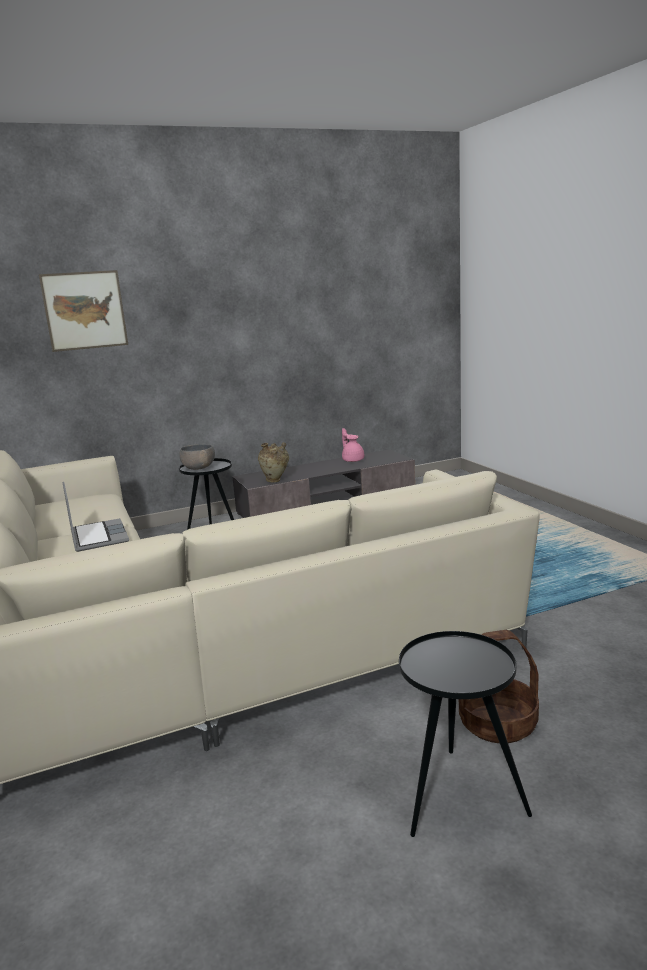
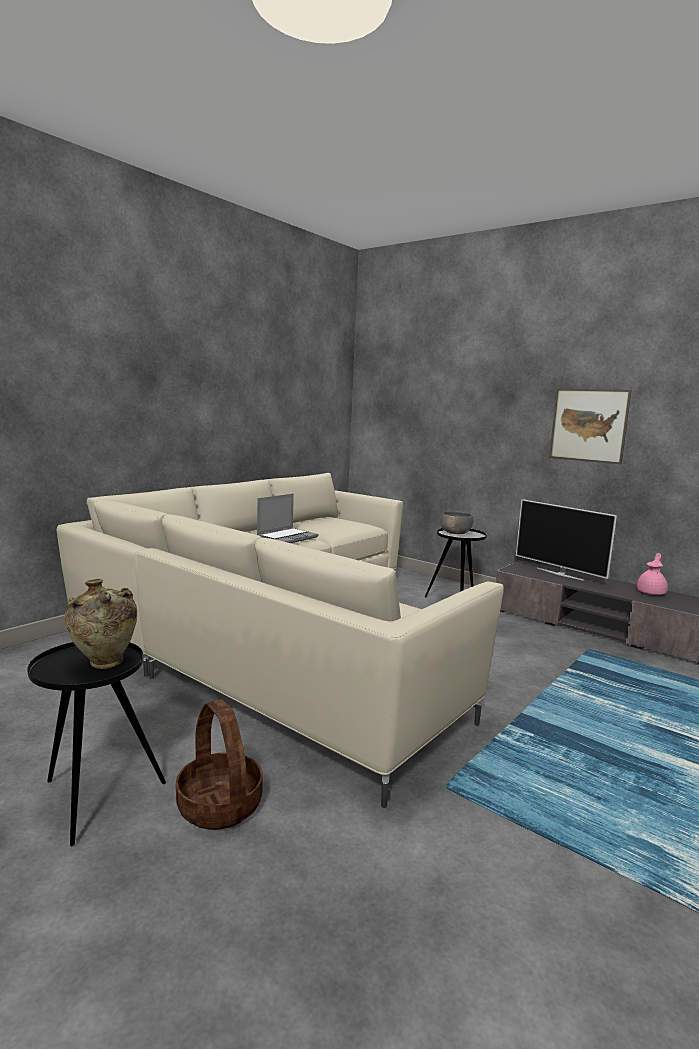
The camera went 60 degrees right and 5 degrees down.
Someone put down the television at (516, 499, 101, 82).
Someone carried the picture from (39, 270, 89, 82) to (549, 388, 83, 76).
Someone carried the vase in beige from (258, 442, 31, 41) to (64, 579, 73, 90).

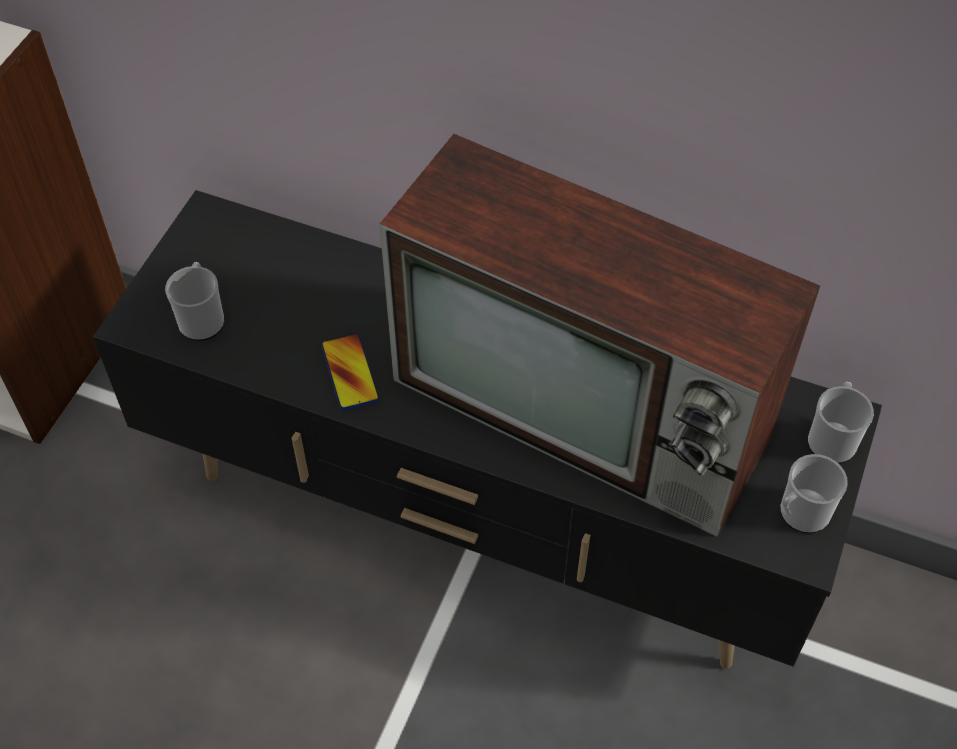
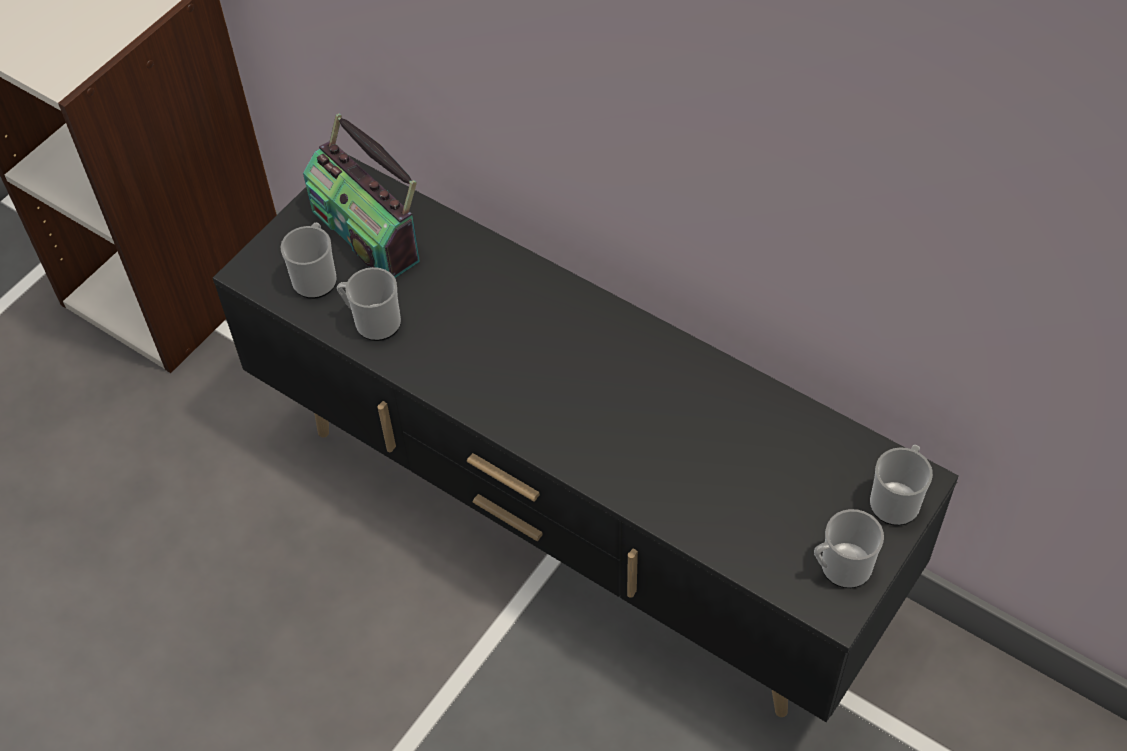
The camera went 15 degrees right and 0 degrees up.
Someone took away the phone at (321, 333, 59, 77).
Someone took away the television at (380, 134, 440, 403).
Someone put down the radio at (303, 113, 117, 165).
Someone put down the mug at (337, 267, 64, 74).

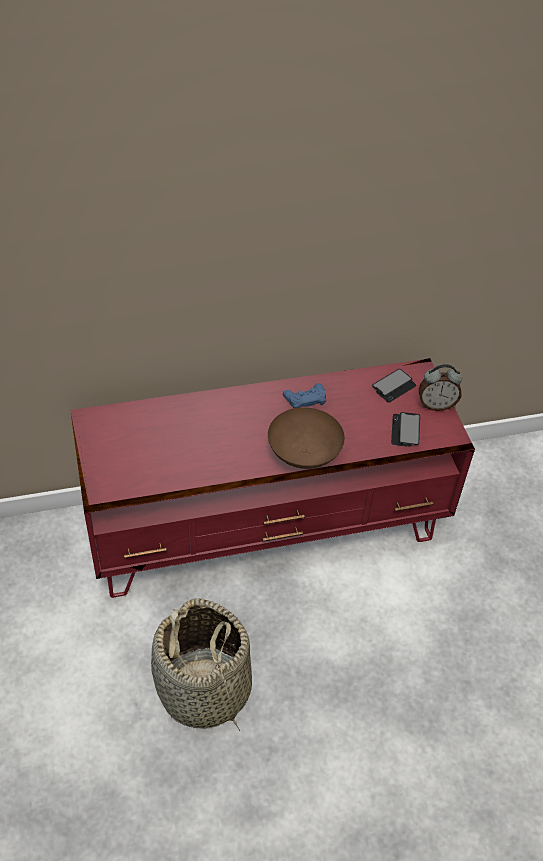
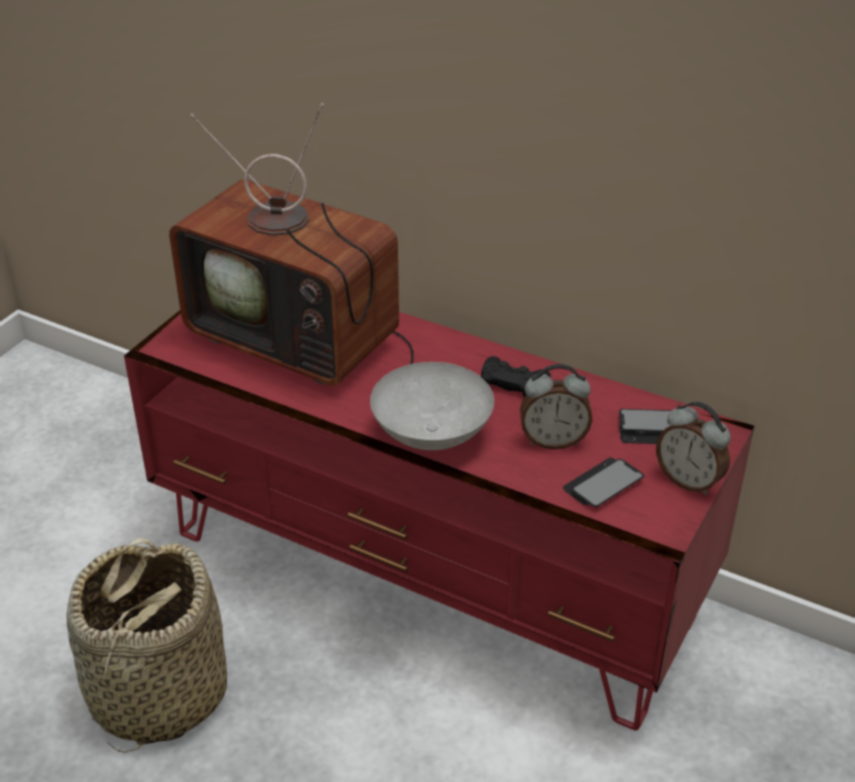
The camera went 45 degrees right and 10 degrees down.
Someone put down the television at (169, 103, 245, 283).
Someone put down the alarm clock at (520, 364, 72, 86).
Someone repainted the bowl in brown at (268, 407, 77, 62), which became the bowl in grey at (370, 362, 124, 88).
Someone repainted the game controller in blue at (283, 383, 43, 25), which became the game controller in black at (481, 356, 70, 41).

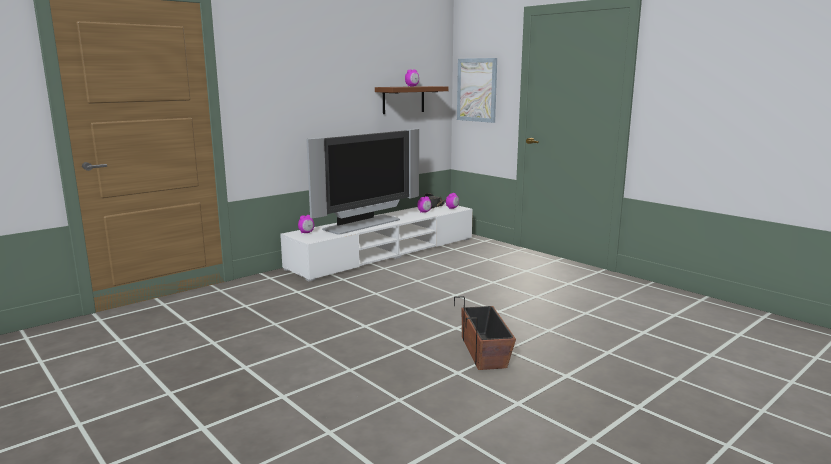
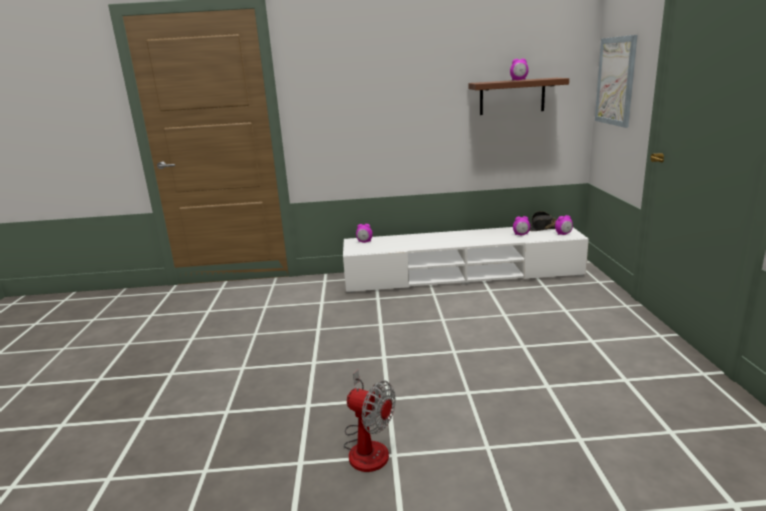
The camera went 40 degrees right and 5 degrees up.
Someone took away the television at (306, 129, 113, 106).
Someone swapped the planter at (454, 296, 62, 74) for the fan at (344, 369, 52, 103).

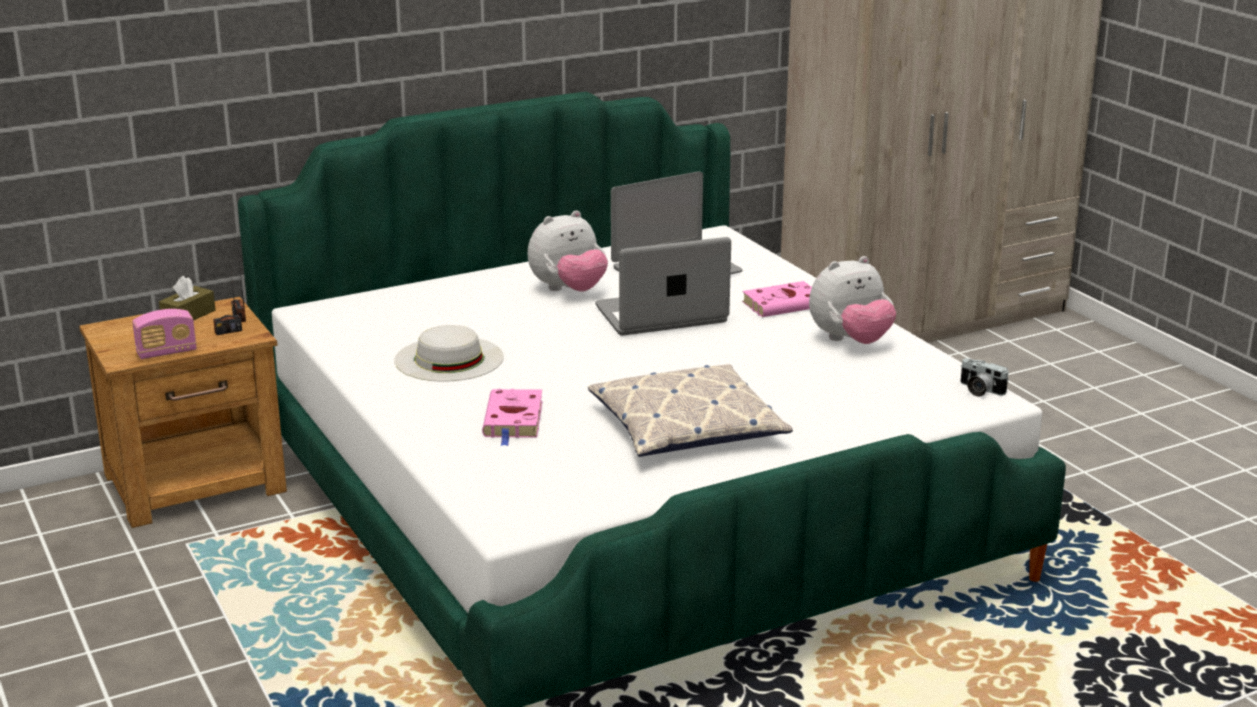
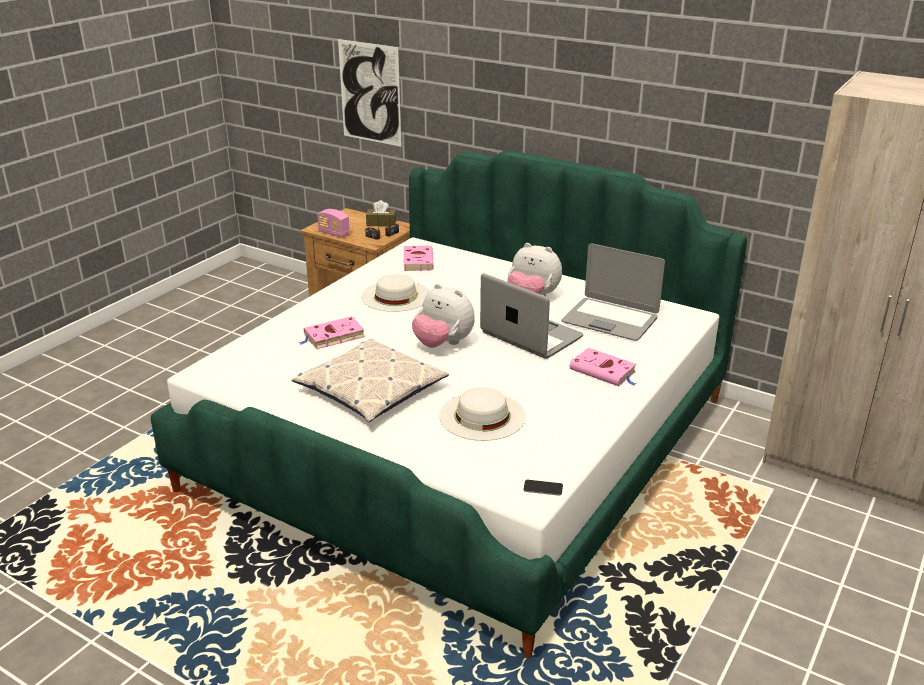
The camera went 60 degrees right and 5 degrees up.
Someone put up the picture at (338, 39, 64, 108).
Someone put down the book in pink at (403, 246, 31, 25).
Someone put down the hat in white at (439, 387, 87, 54).
Someone carried the plush toy from (809, 256, 87, 88) to (412, 284, 63, 64).
Someone swapped the photo camera at (961, 358, 48, 39) for the phone at (523, 480, 40, 16).

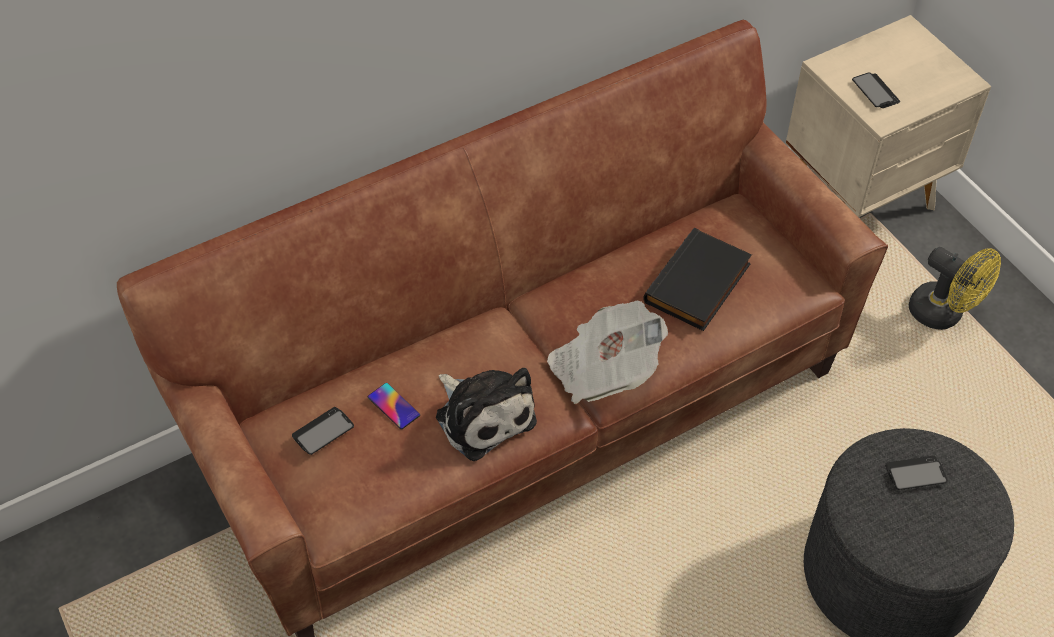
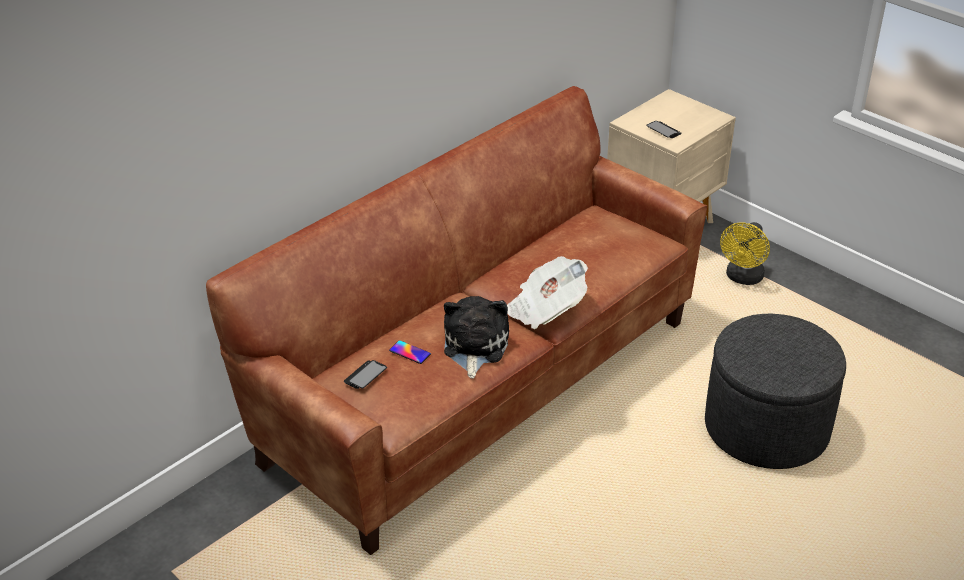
The camera went 15 degrees left and 15 degrees down.
Someone took away the book in black at (643, 227, 109, 104).
Someone took away the phone at (885, 456, 63, 34).
Someone rotated the plush toy at (436, 368, 101, 93) by 120 degrees counterclockwise.
Someone rotated the fan in yellow at (909, 247, 92, 83) by 90 degrees clockwise.

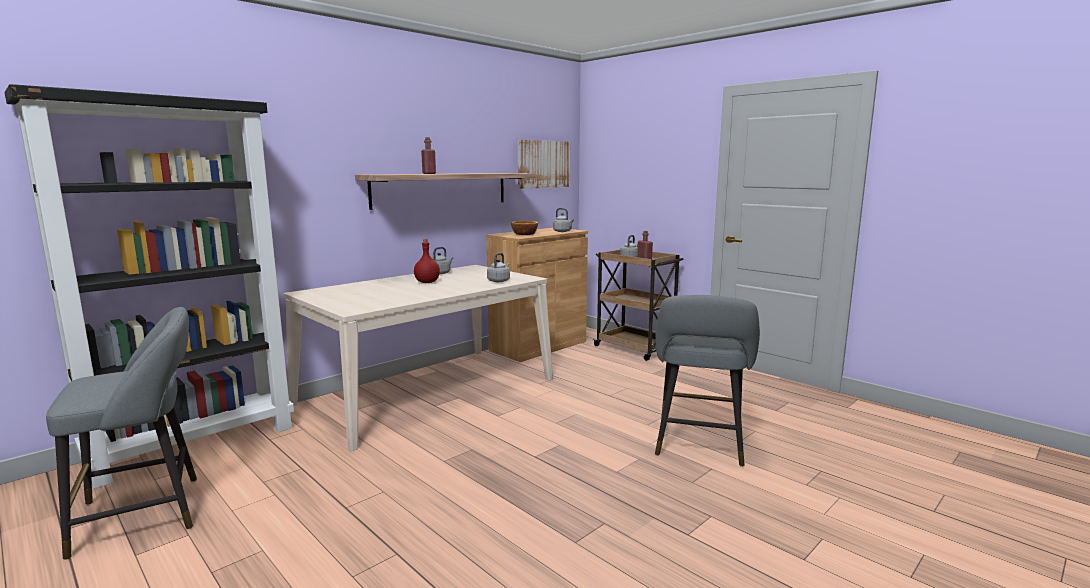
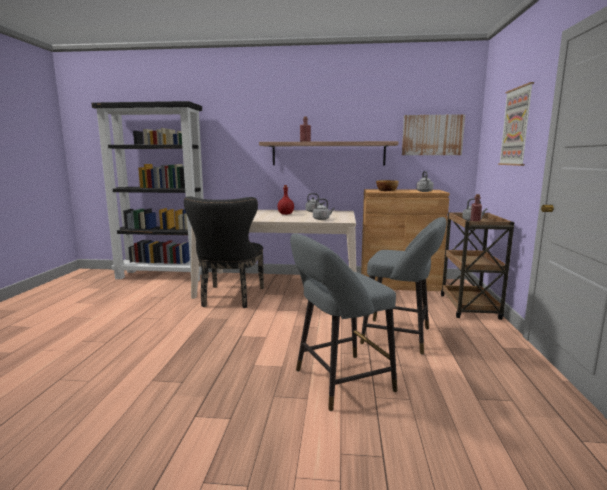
The camera went 50 degrees right and 0 degrees up.
Someone put down the chair in black at (184, 197, 80, 111).
Someone put up the picture at (498, 82, 36, 84).
Someone carried the stool in grey from (46, 307, 151, 253) to (360, 217, 87, 138).

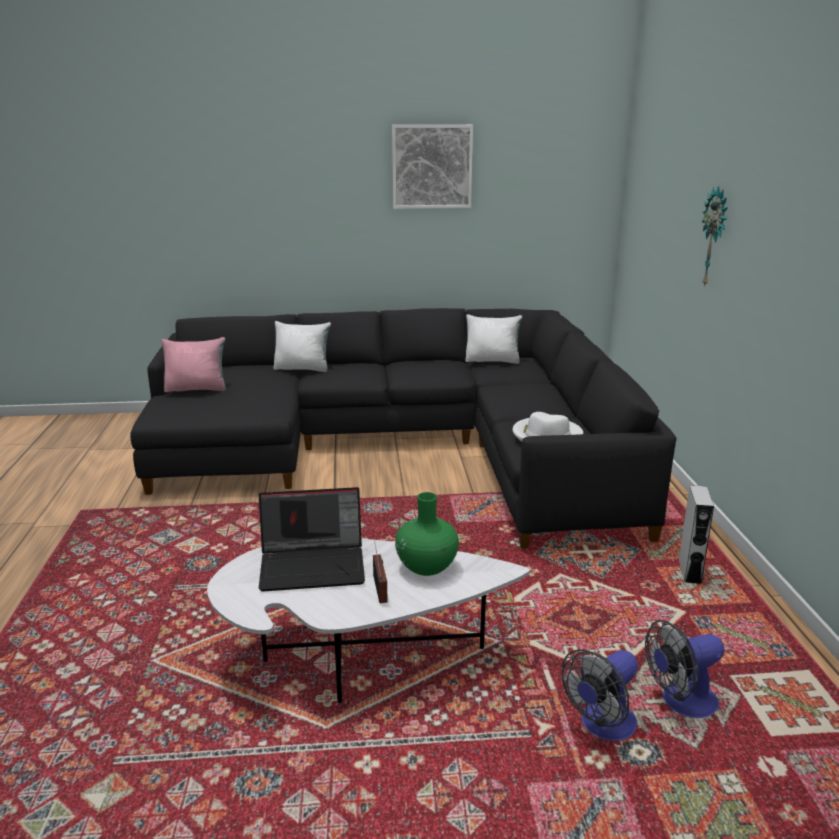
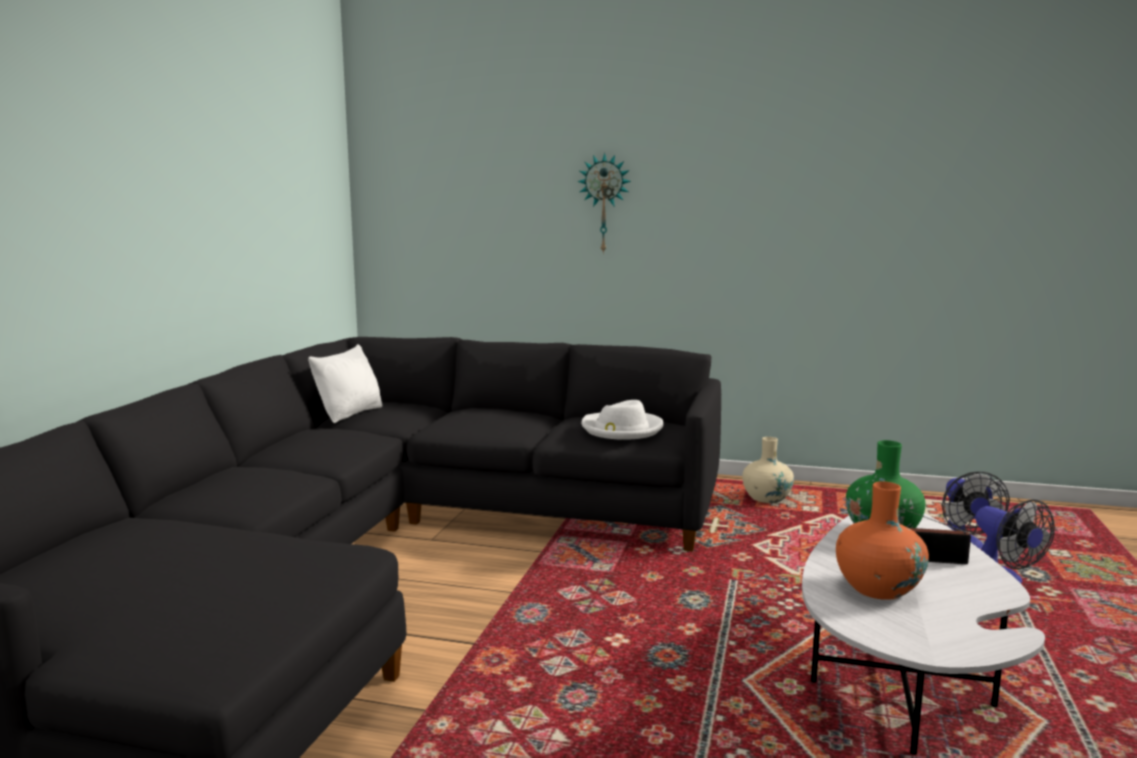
The camera went 70 degrees left and 10 degrees down.
Someone took away the pillow in pink at (161, 337, 65, 55).
Someone took away the pillow in white at (274, 321, 57, 51).
Someone took away the picture at (392, 125, 81, 84).
Someone swapped the laptop at (259, 487, 106, 104) for the vase in orange at (836, 481, 93, 119).
Someone swapped the speaker in grey at (679, 485, 35, 99) for the vase in beige at (742, 437, 52, 66).

